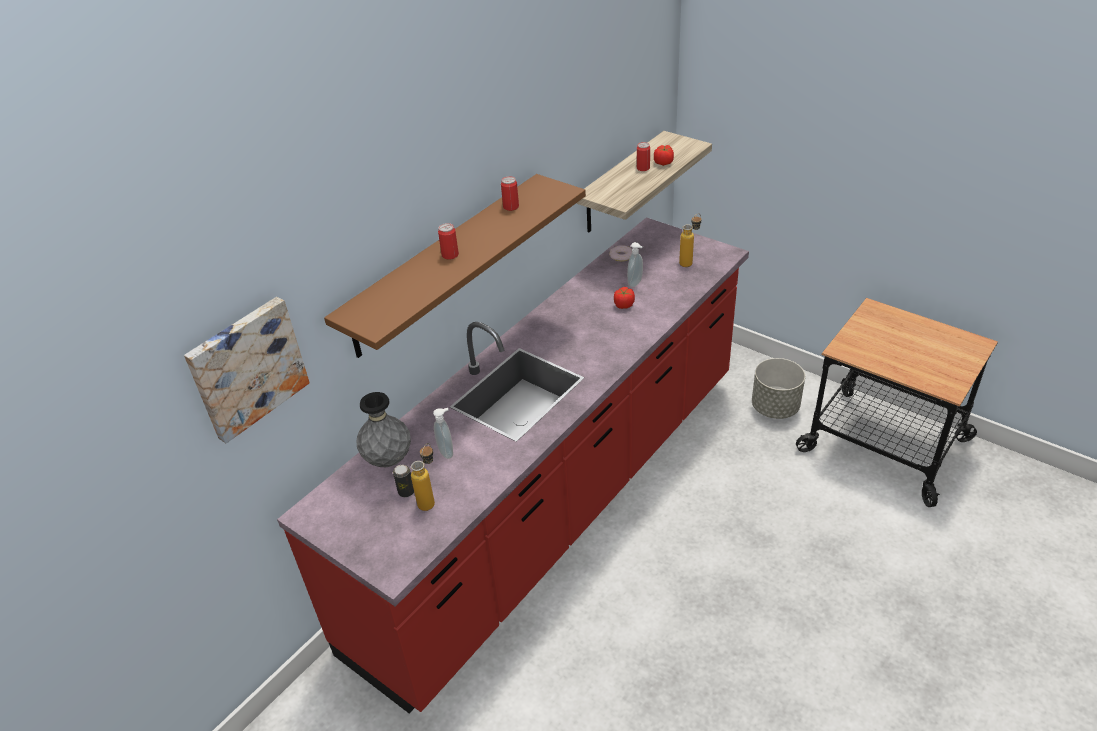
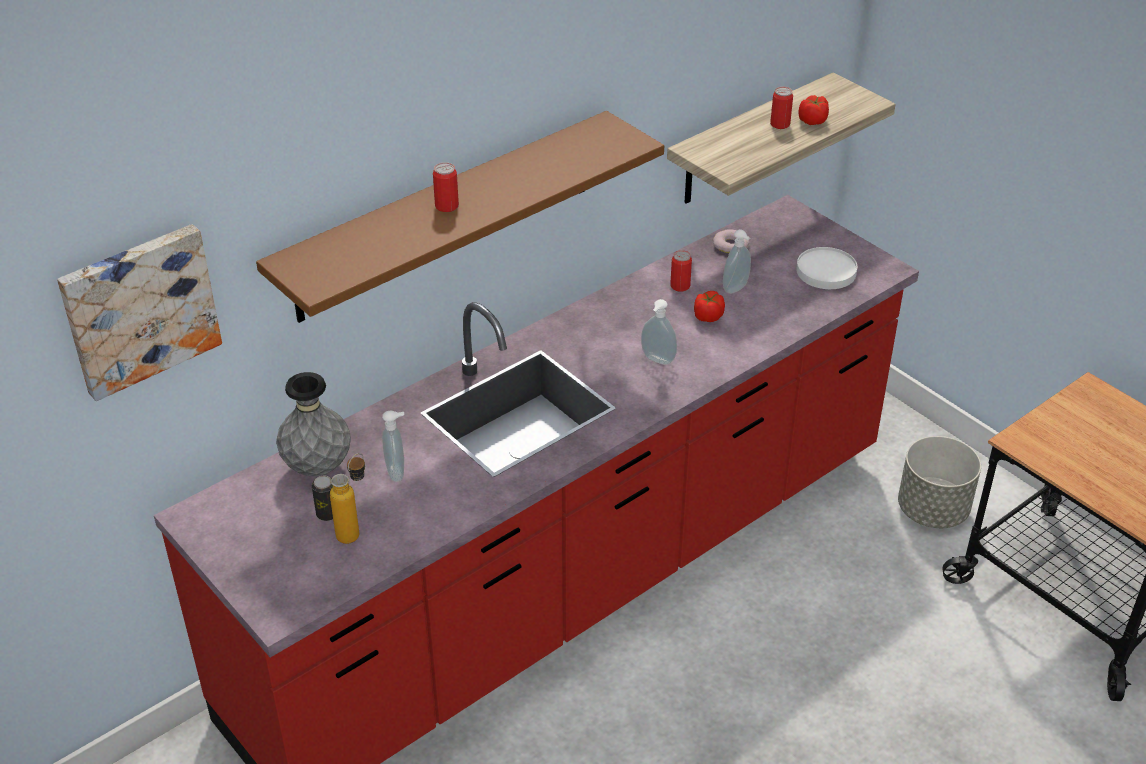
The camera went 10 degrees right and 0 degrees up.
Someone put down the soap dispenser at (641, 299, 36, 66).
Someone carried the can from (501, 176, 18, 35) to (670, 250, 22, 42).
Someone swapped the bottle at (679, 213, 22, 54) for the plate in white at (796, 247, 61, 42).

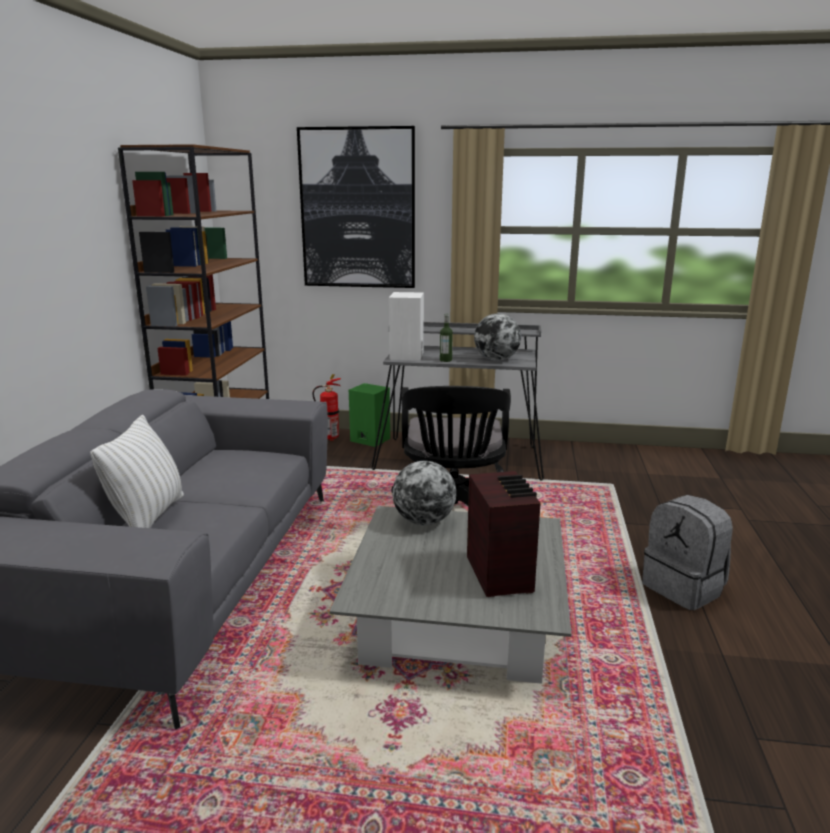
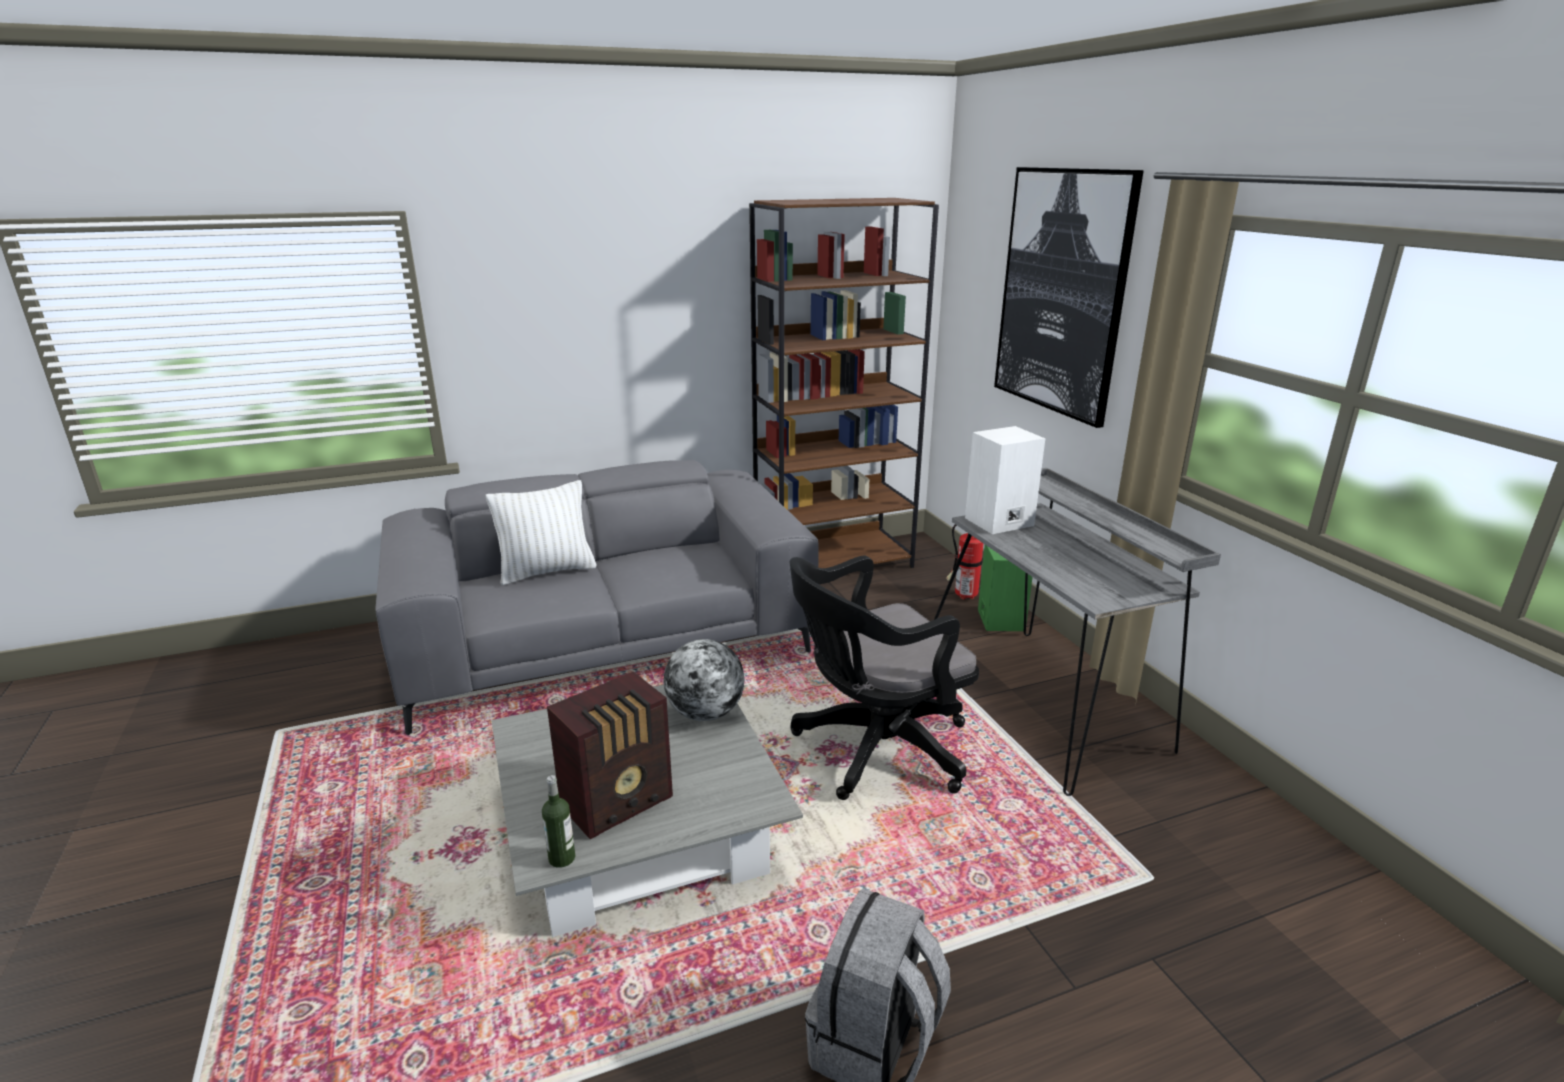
The camera went 60 degrees right and 5 degrees up.
Someone took away the globe at (474, 313, 47, 48).
Someone carried the bottle from (440, 314, 13, 48) to (542, 775, 33, 93).

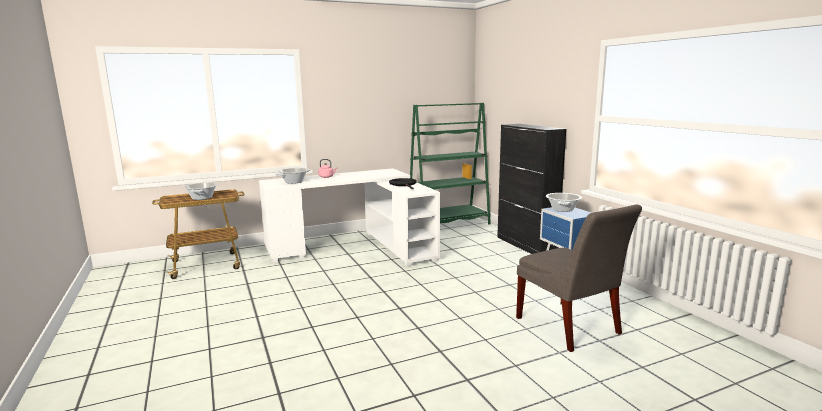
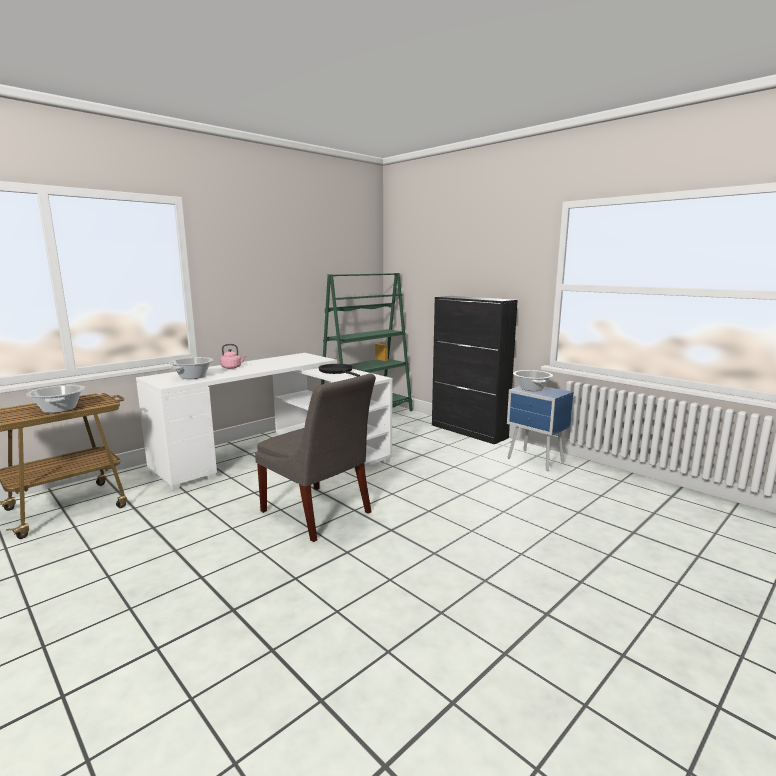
The camera went 20 degrees left and 0 degrees up.
Someone carried the chair in grey from (516, 204, 126, 148) to (255, 374, 121, 168).

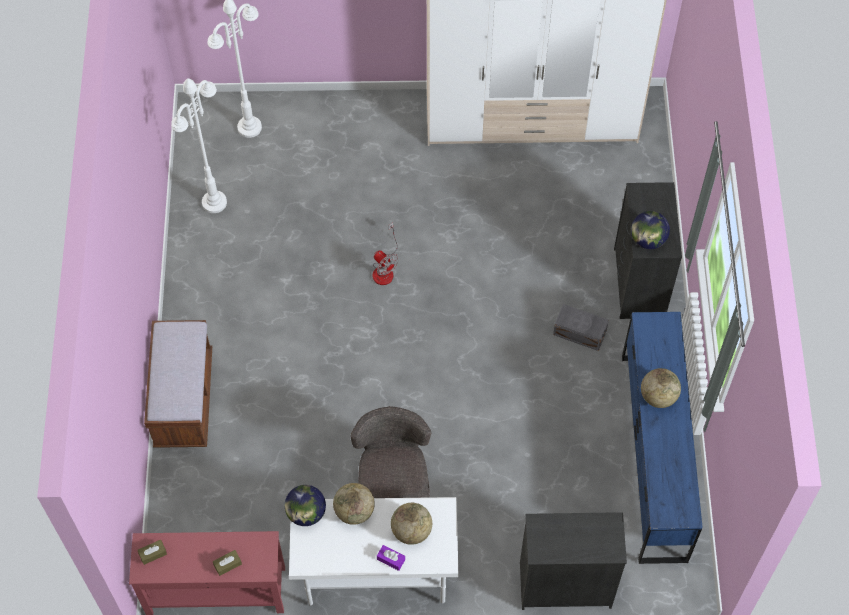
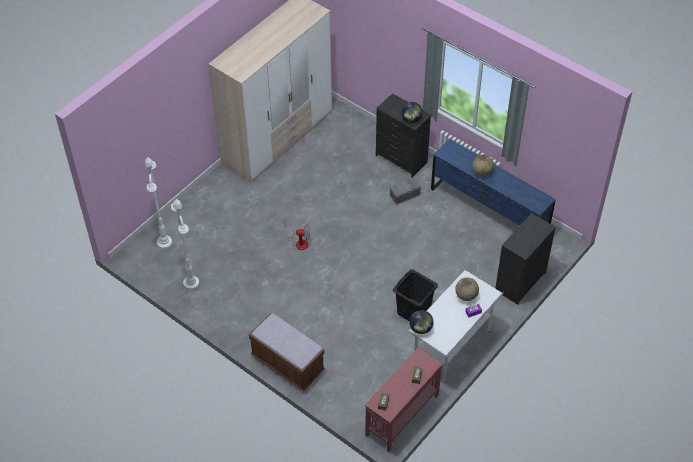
The camera went 50 degrees left and 10 degrees down.
Someone took away the globe at (333, 483, 42, 42).
Someone swapped the chair in grey at (350, 406, 81, 92) for the laundry basket in black at (393, 269, 45, 52).

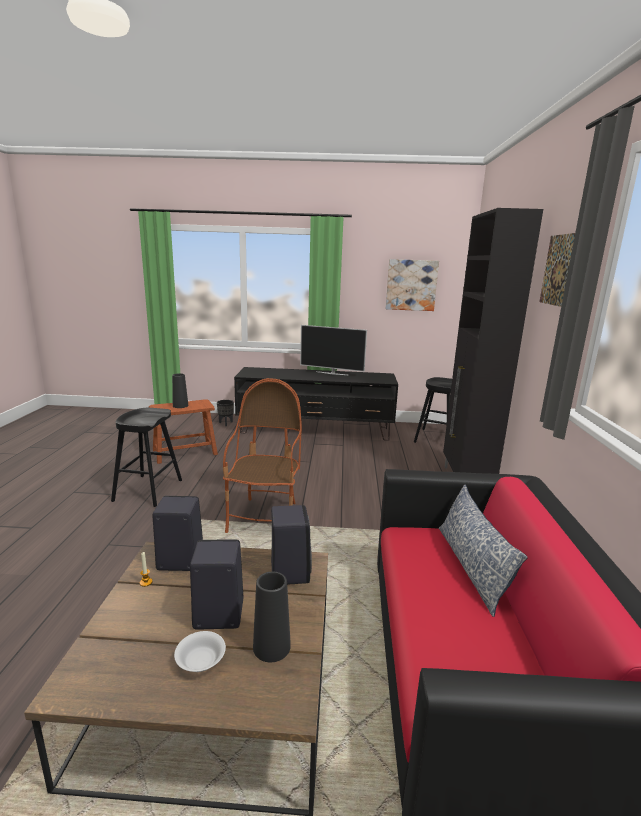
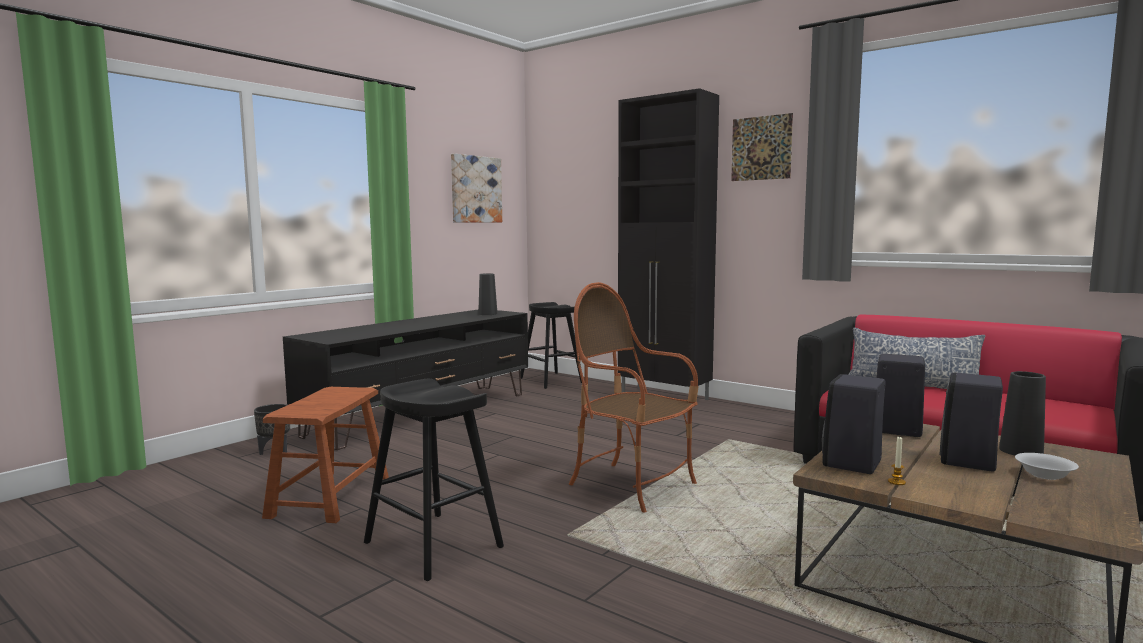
The camera went 55 degrees left and 10 degrees down.
Someone took away the television at (300, 325, 67, 50).
Someone carried the vase in black from (172, 373, 16, 35) to (478, 273, 19, 42).

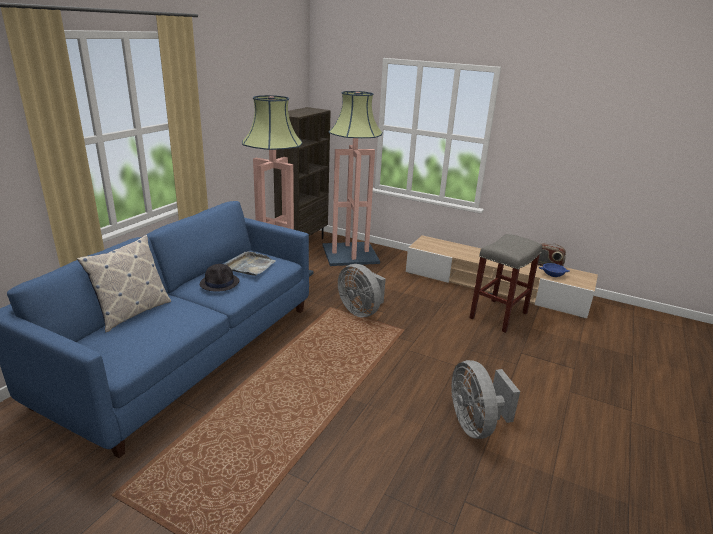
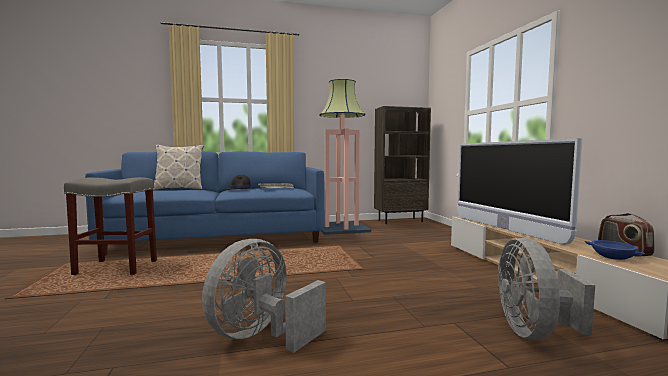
The camera went 50 degrees right and 20 degrees down.
Someone took away the floor lamp at (323, 91, 60, 175).
Someone put down the television at (457, 138, 126, 107).
Someone carried the fan in grey from (338, 264, 48, 53) to (497, 238, 98, 102).
Someone carried the stool in grey from (469, 234, 73, 99) to (64, 177, 93, 98).

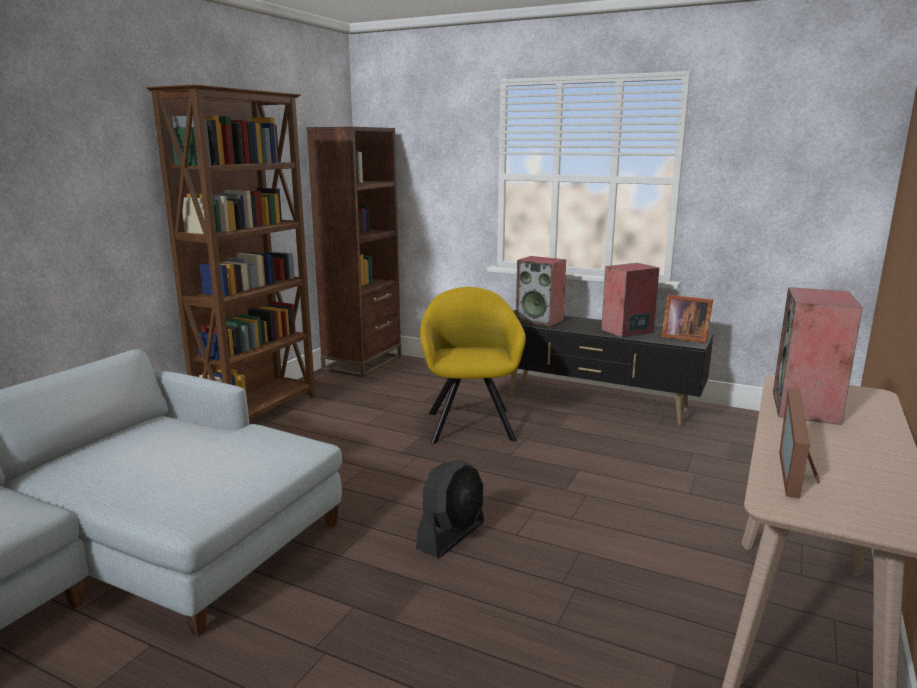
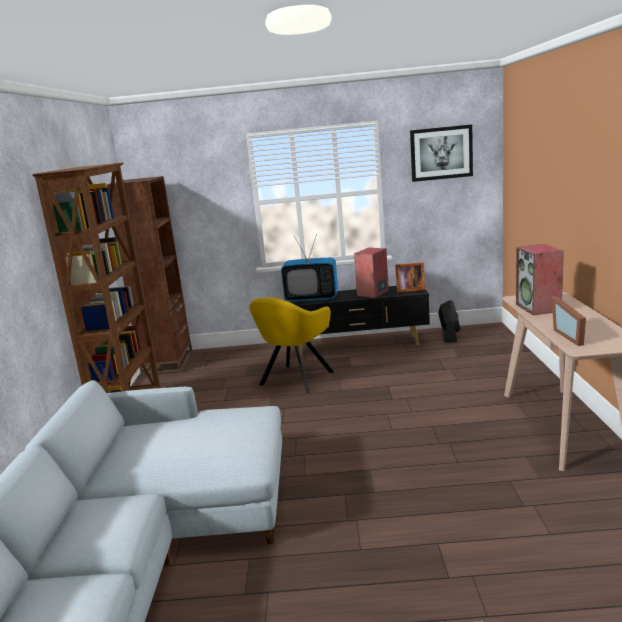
The camera went 25 degrees left and 0 degrees up.
Someone put up the picture at (410, 125, 63, 57).
Someone carried the fan in black from (416, 460, 68, 98) to (438, 300, 23, 43).
Someone swapped the speaker at (516, 256, 50, 71) for the television at (281, 234, 57, 68).
Someone rotated the armchair in yellow at (420, 287, 106, 157) by 120 degrees counterclockwise.

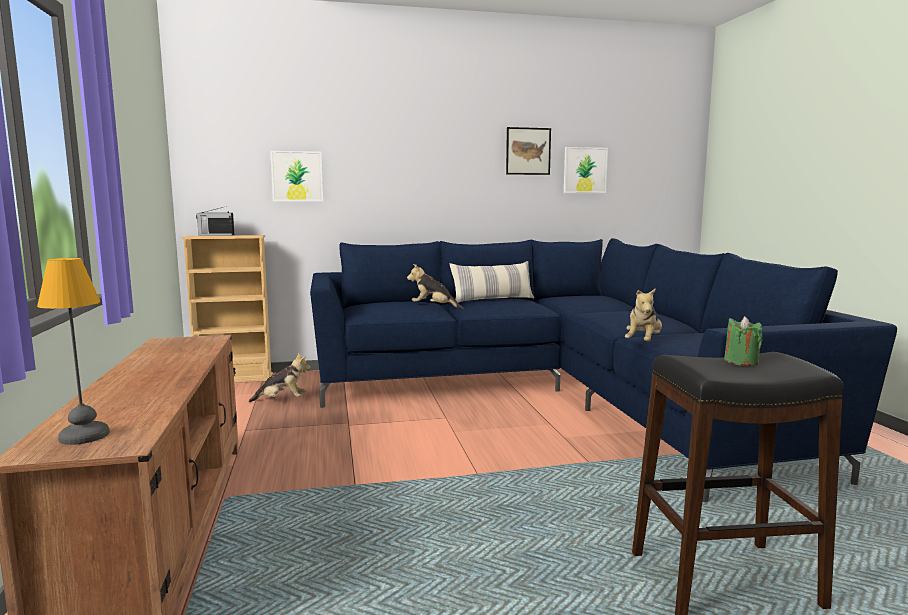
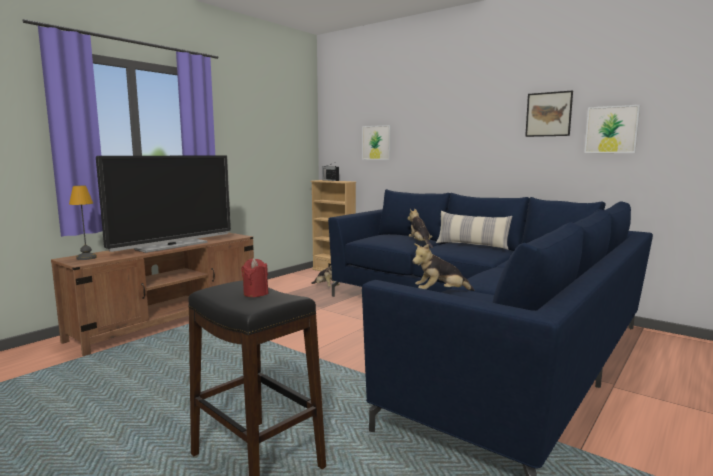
The camera went 50 degrees right and 0 degrees up.
Someone put down the television at (96, 155, 135, 98).
Someone repainted the candle in green at (724, 316, 38, 50), which became the candle in red at (241, 258, 28, 39).

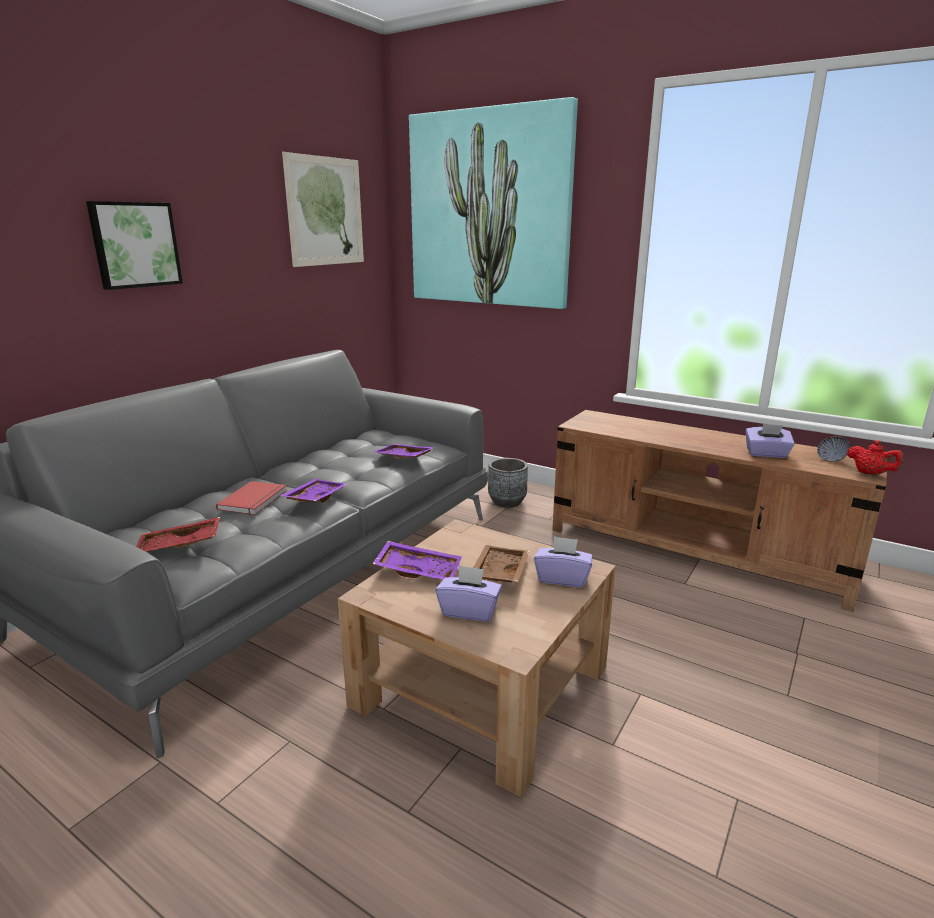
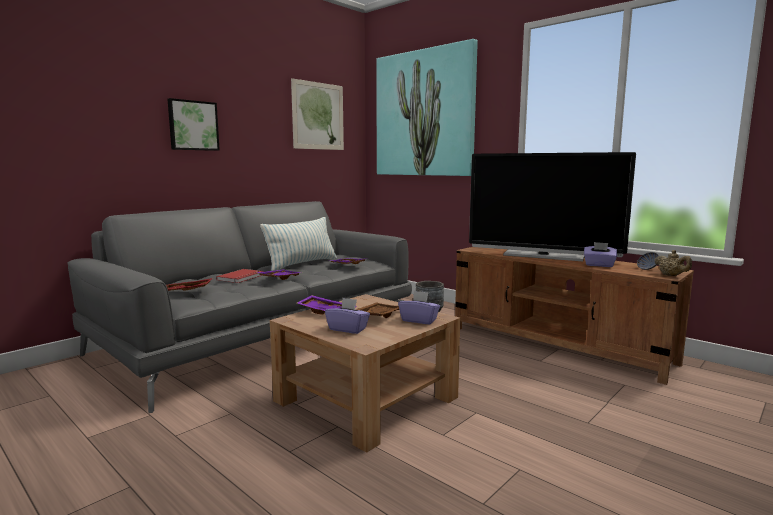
The camera went 10 degrees right and 10 degrees down.
Someone put down the pillow at (260, 217, 77, 54).
Someone put down the television at (469, 152, 167, 109).
Someone repainted the teapot in red at (847, 440, 57, 35), which became the teapot in beige at (654, 250, 38, 26).

